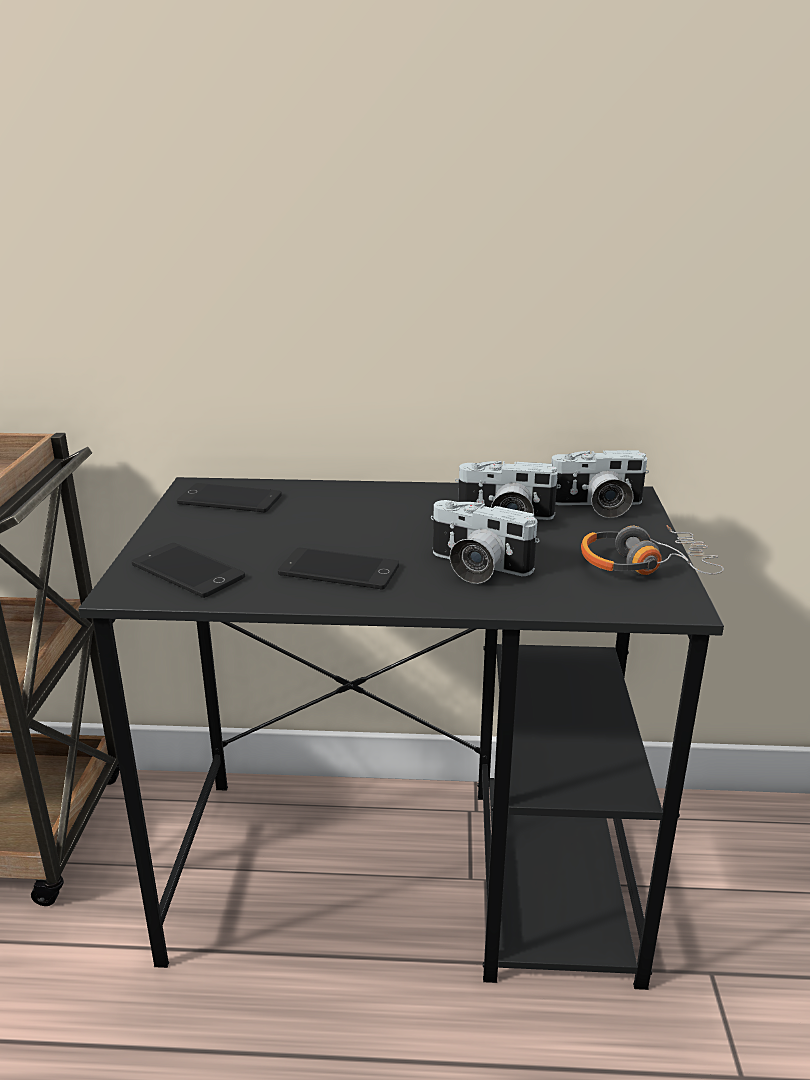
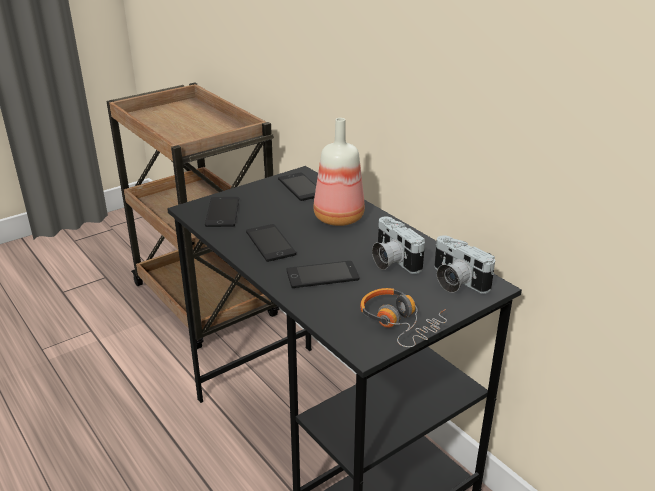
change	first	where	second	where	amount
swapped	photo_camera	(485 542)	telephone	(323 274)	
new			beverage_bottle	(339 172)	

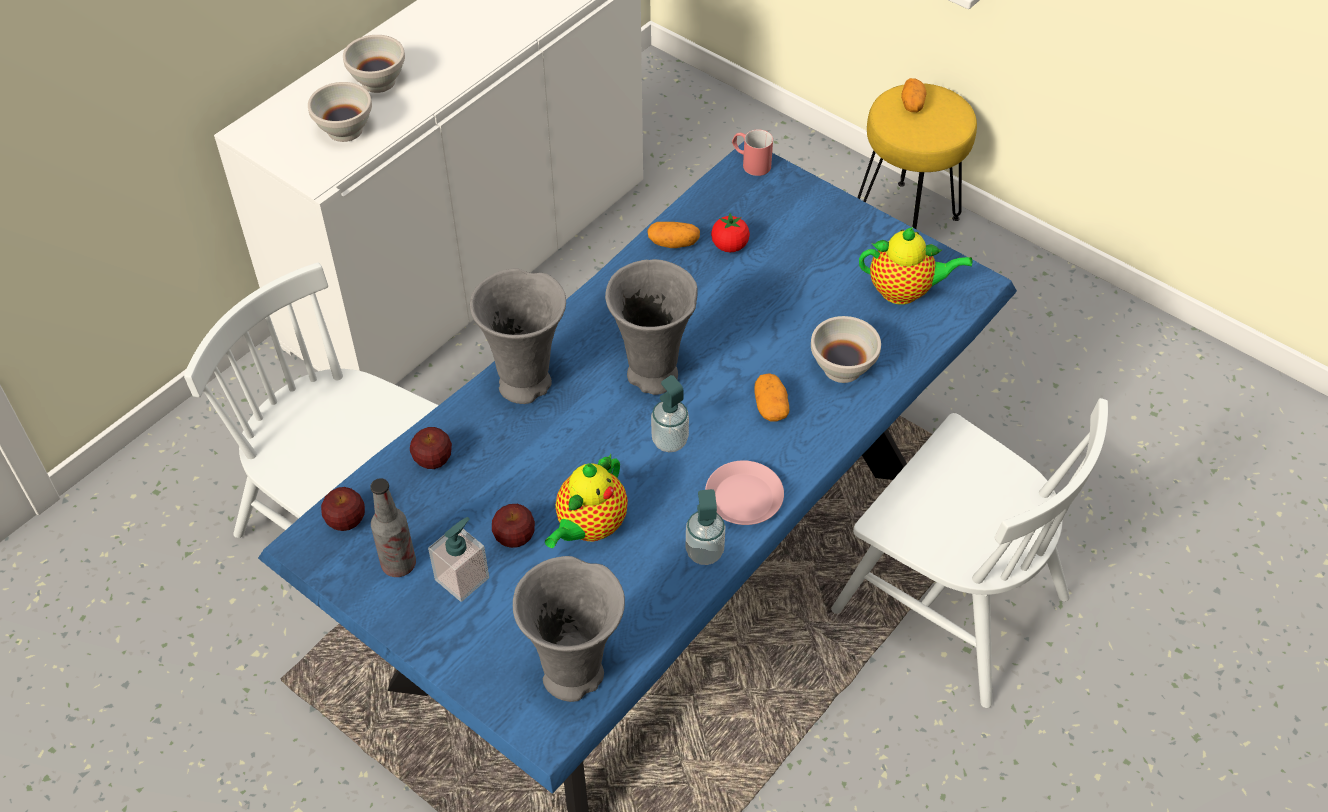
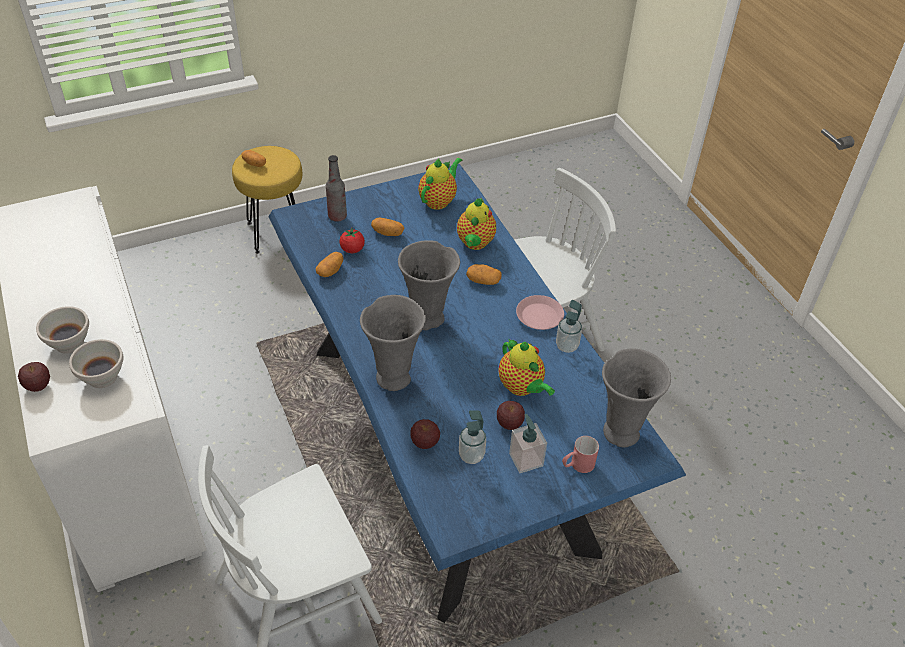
change	first	where	second	where	amount
shifted	apple_fruit	(343 509)		(34 377)	
shifted	beverage_bottle	(393 527)		(336 188)	
shifted	soap_bottle	(670 413)		(472 437)	
shifted	reddish_mug	(752 152)		(580 454)	
swapped	white_serving_bowl	(846 349)	tea_pot	(476 224)	
new			potato	(388 227)	

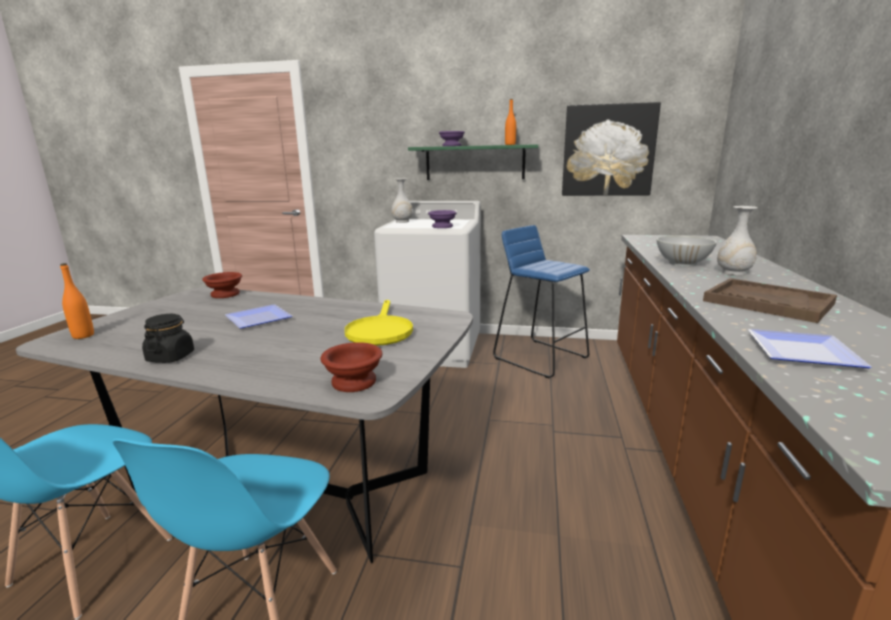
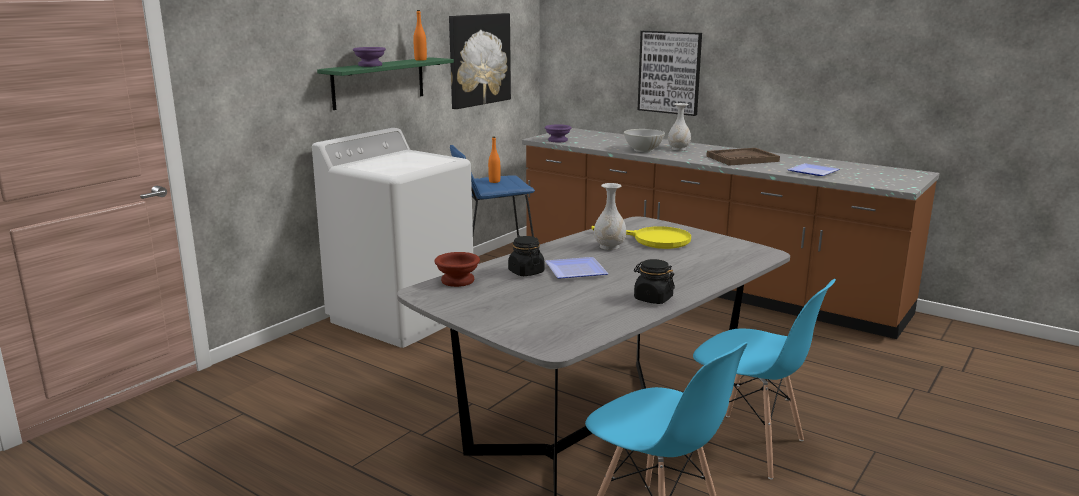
change	first	where	second	where	amount
shifted	orange_beverage_bottle	(77 301)		(494 160)	
gone	brownish_serving_bowl	(351 367)			
shifted	white_flower_vase	(402 200)		(610 216)	
shifted	purple_serving_bowl	(442 219)		(558 133)	
new			black_jar	(526 256)	
new			wall_picture	(670 73)	

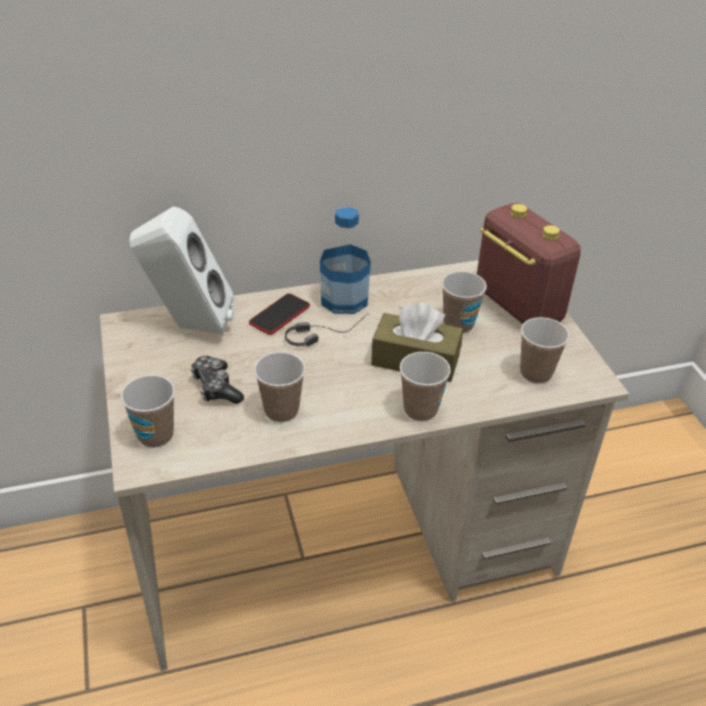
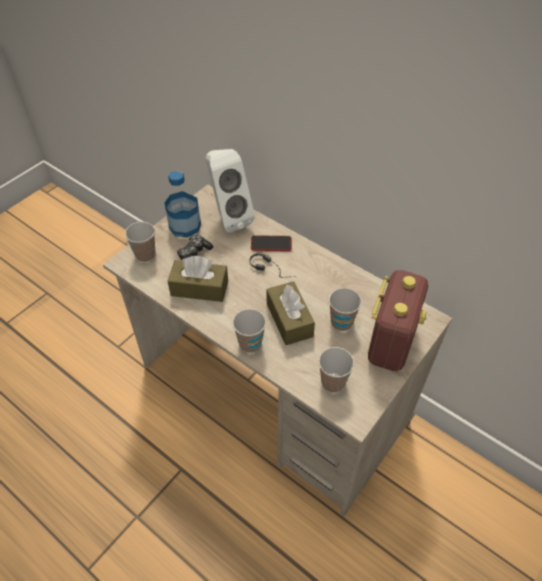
change	first	where	second	where	amount
swapped	small_cup	(279 387)	brownish_tissue_holder	(198 279)	
shifted	beverage_bottle	(345 260)		(183 204)	

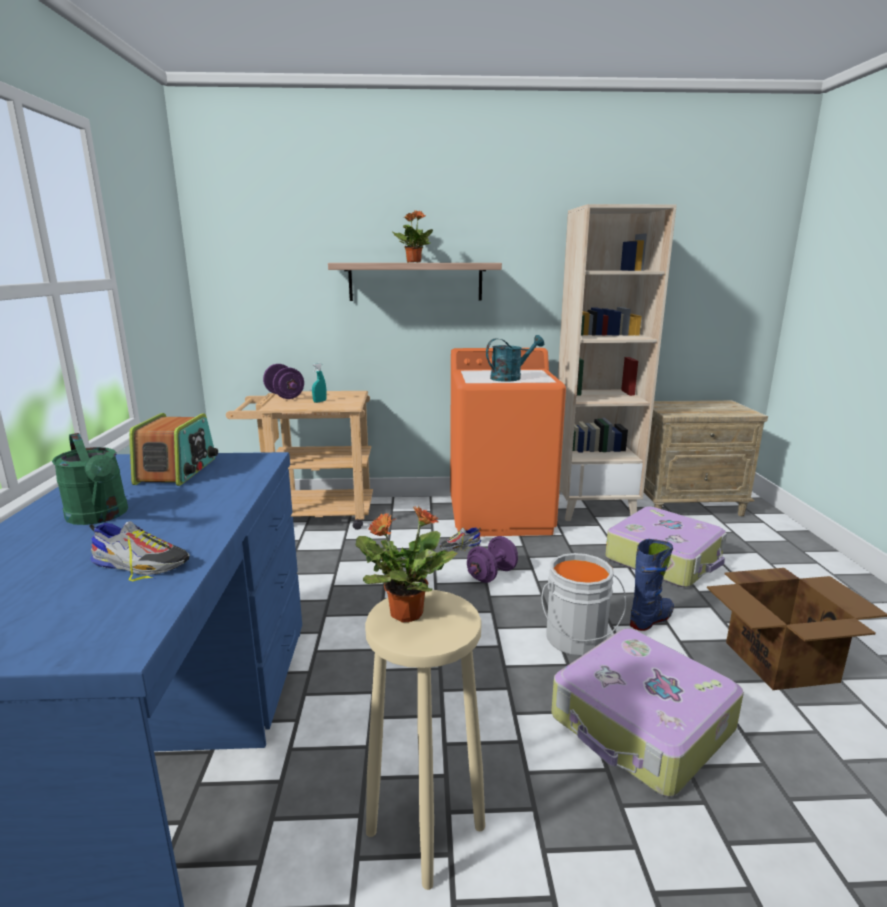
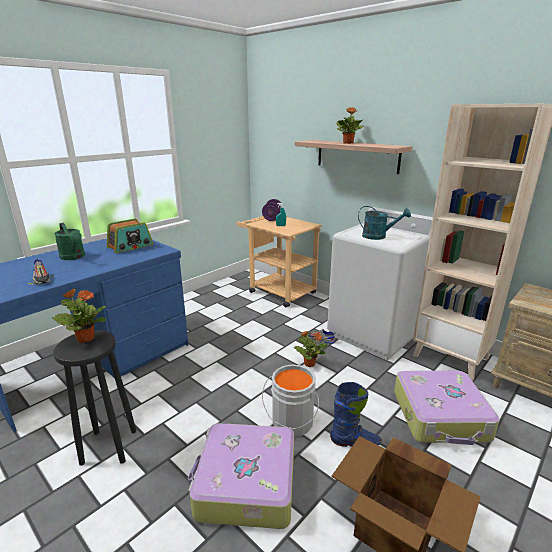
change	first	where	second	where	amount
rotated	green_sprinkling_can	(90 479)		(69 241)	45 degrees counterclockwise
repainted	sand-coloured_stool	(425 740)	black_stool	(94 398)	
repainted	orange_laundry_appliance	(508 442)	white_laundry_appliance	(380 283)	
swapped	purple_hand_weight	(492 559)	houseplant	(311 349)	

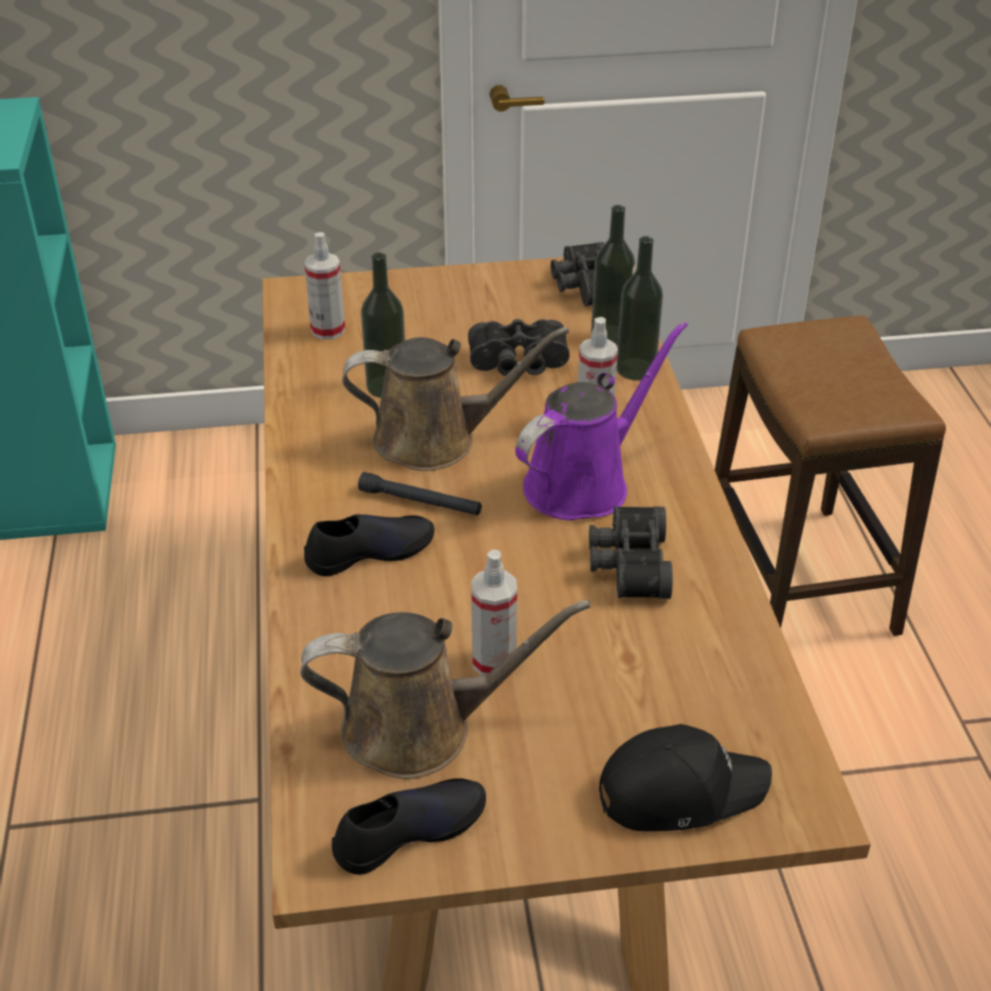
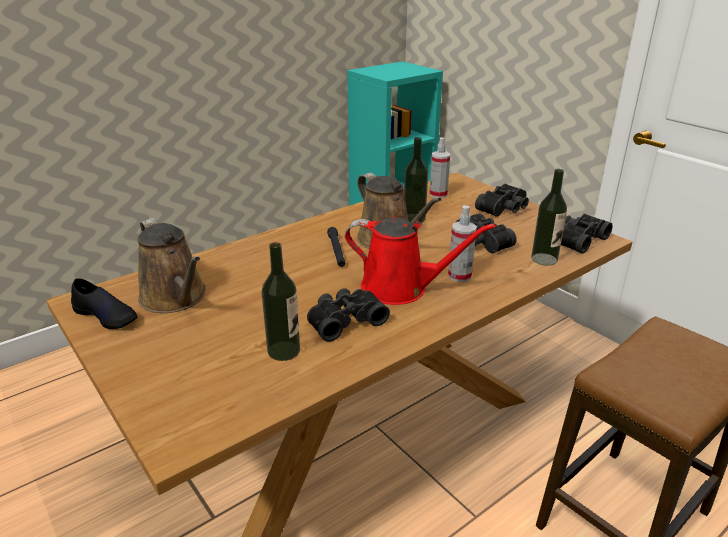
change	first	where	second	where	amount
gone	black_item_of_footwear	(369 545)			
gone	spray_bottle	(494 612)			
repainted	purple_sprinkling_can	(601 420)	reddish_sprinkling_can	(420 261)	
gone	black_peaked_cap	(685 777)			
shifted	beverage_bottle	(640 308)		(281 301)	
new			black_binoculars	(502 200)	

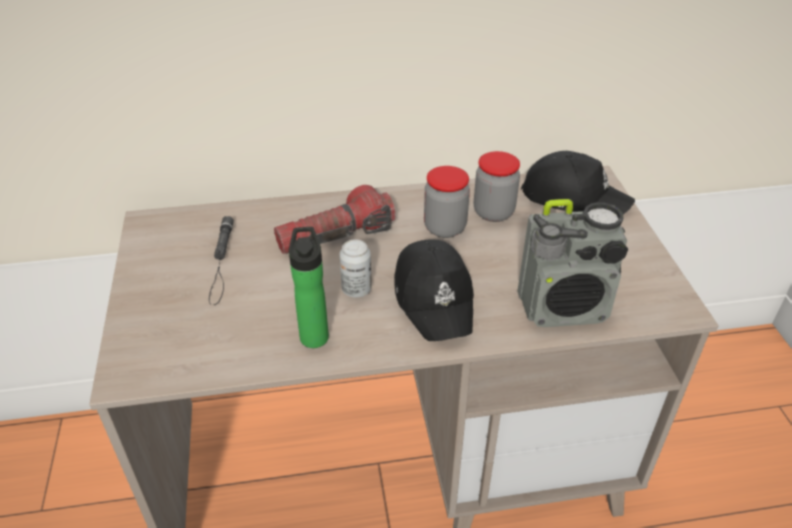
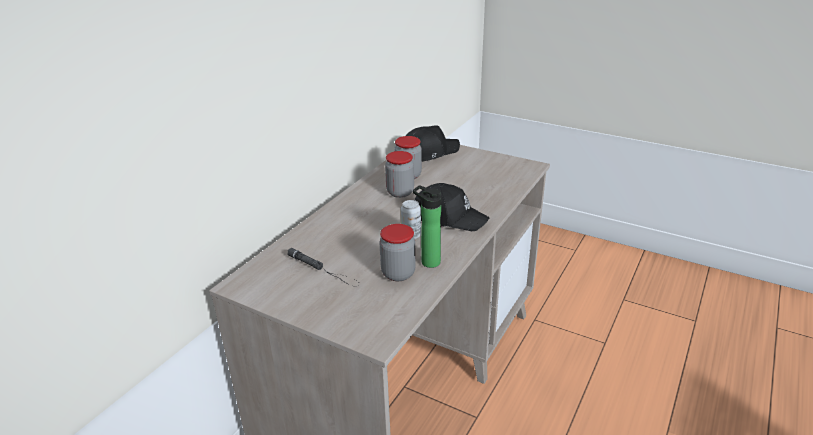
change	first	where	second	where	amount
gone	flashlight	(334 219)			
gone	radio_set	(572 263)			
new			jar	(397 252)	

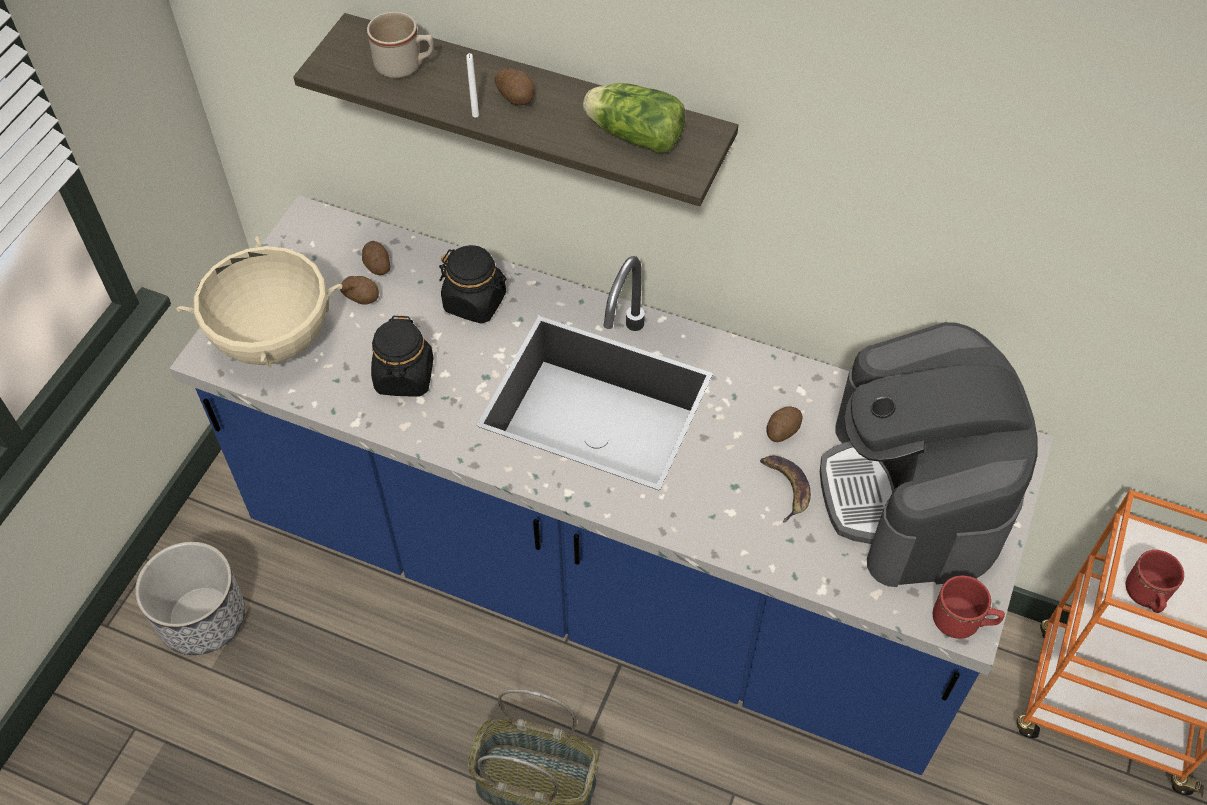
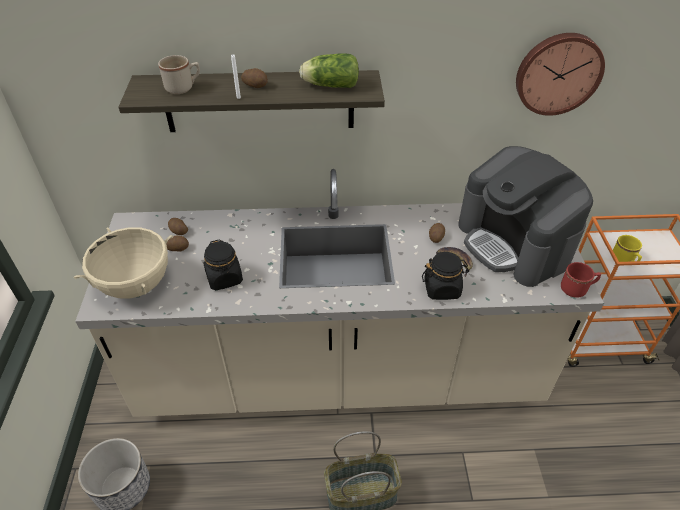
change	first	where	second	where	amount
repainted	blue_kitchen_base_unit	(611 485)	sand-coloured_kitchen_base_unit	(339 293)	
shifted	black_jar	(472 284)		(445 276)	
repainted	reddish_mug	(1155 581)	yellow-coloured_mug	(627 248)	
new			wall_clock	(560 74)	

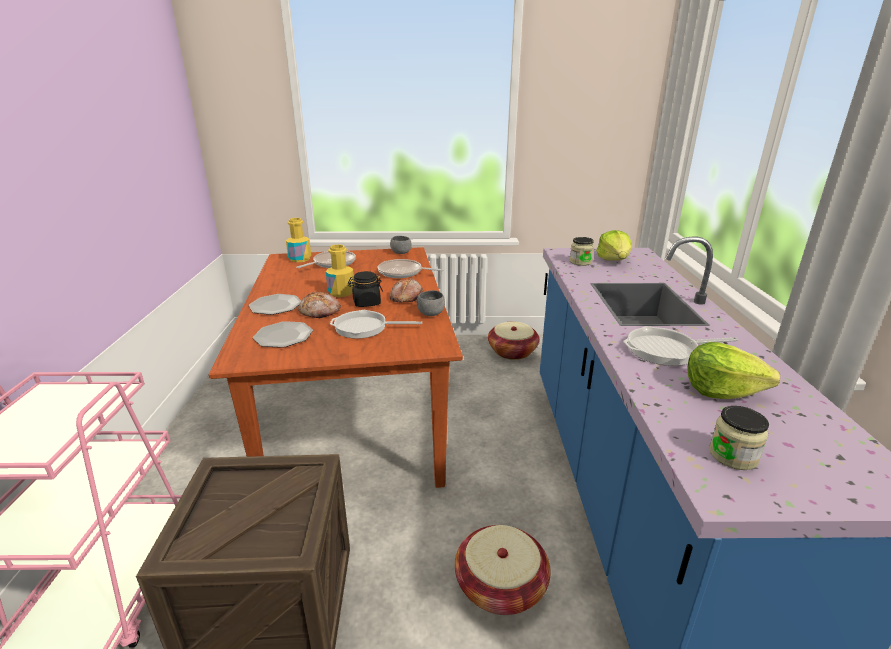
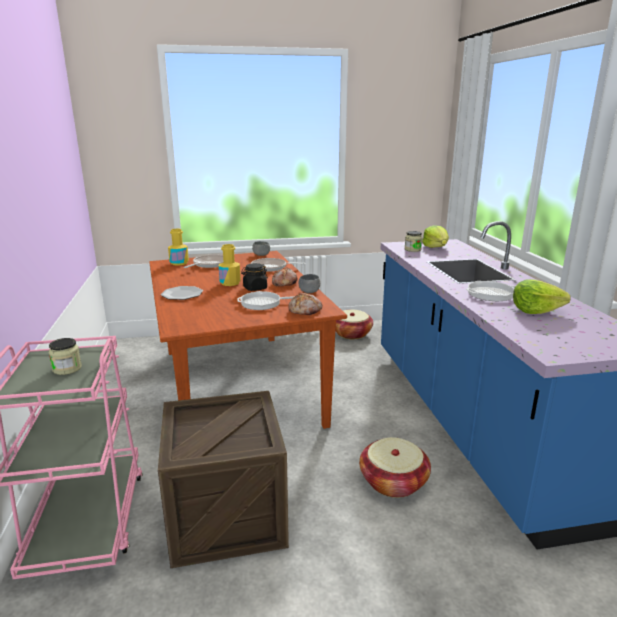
change	first	where	second	where	amount
gone	dinner_plate	(283 334)			
shifted	bakery_bread	(319 305)		(305 304)	
shifted	jar	(739 438)		(65 356)	

